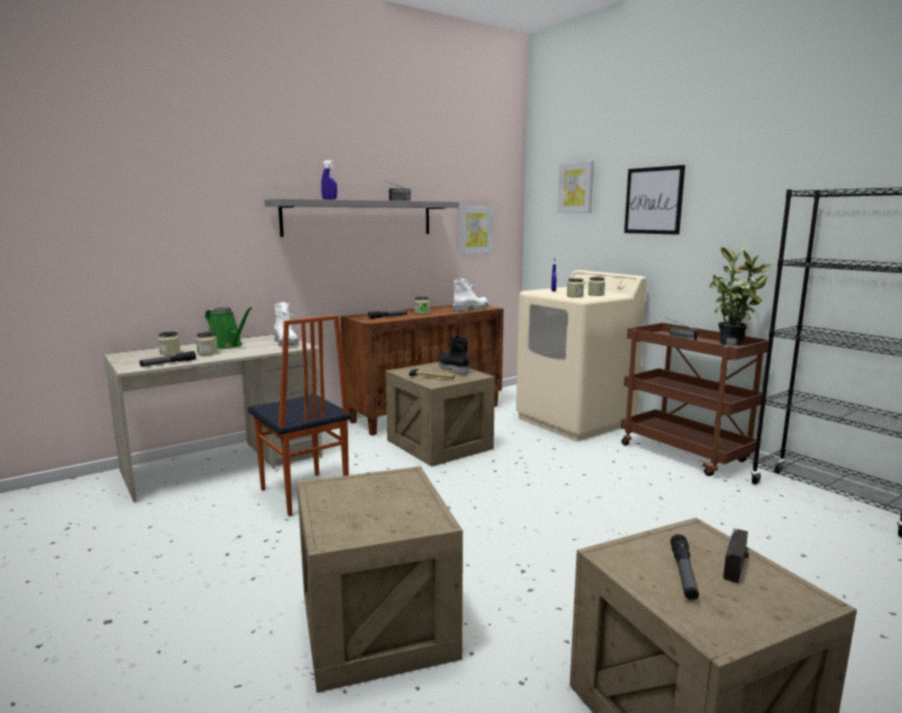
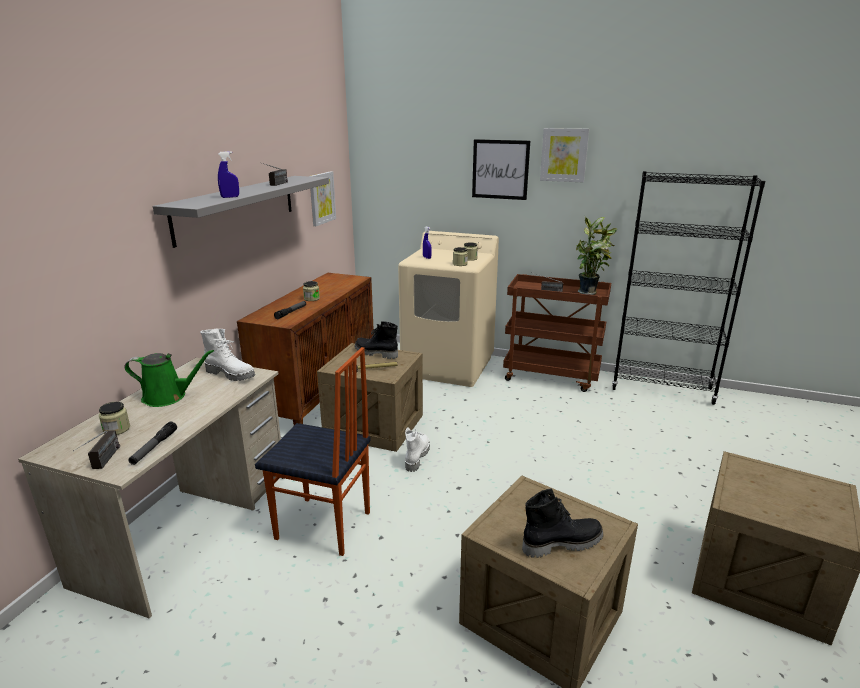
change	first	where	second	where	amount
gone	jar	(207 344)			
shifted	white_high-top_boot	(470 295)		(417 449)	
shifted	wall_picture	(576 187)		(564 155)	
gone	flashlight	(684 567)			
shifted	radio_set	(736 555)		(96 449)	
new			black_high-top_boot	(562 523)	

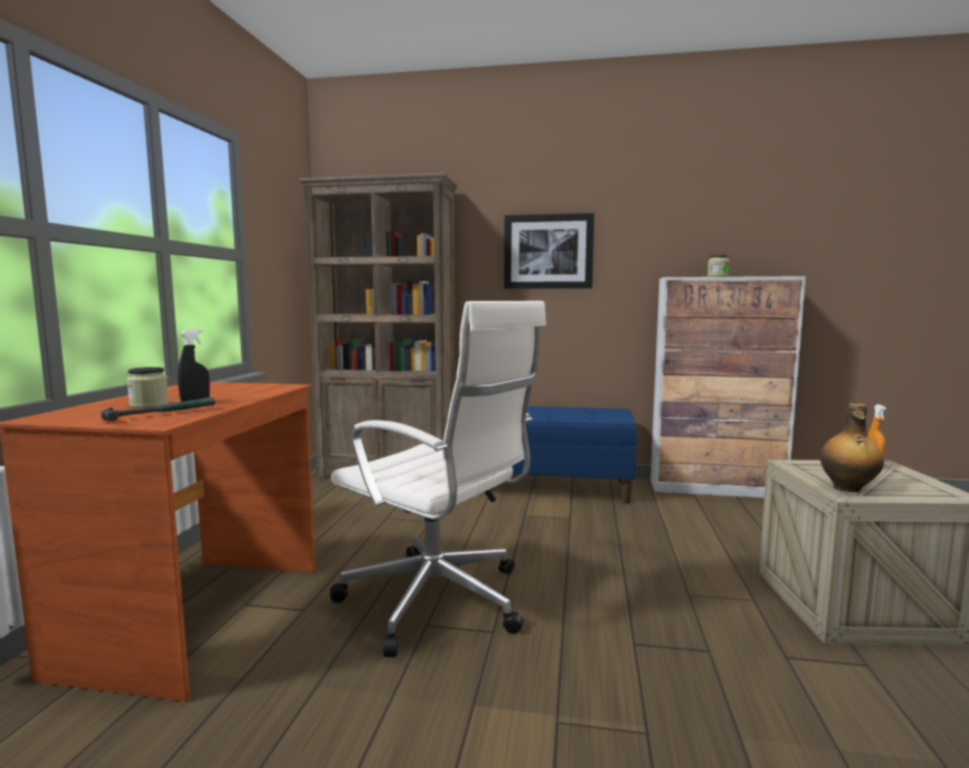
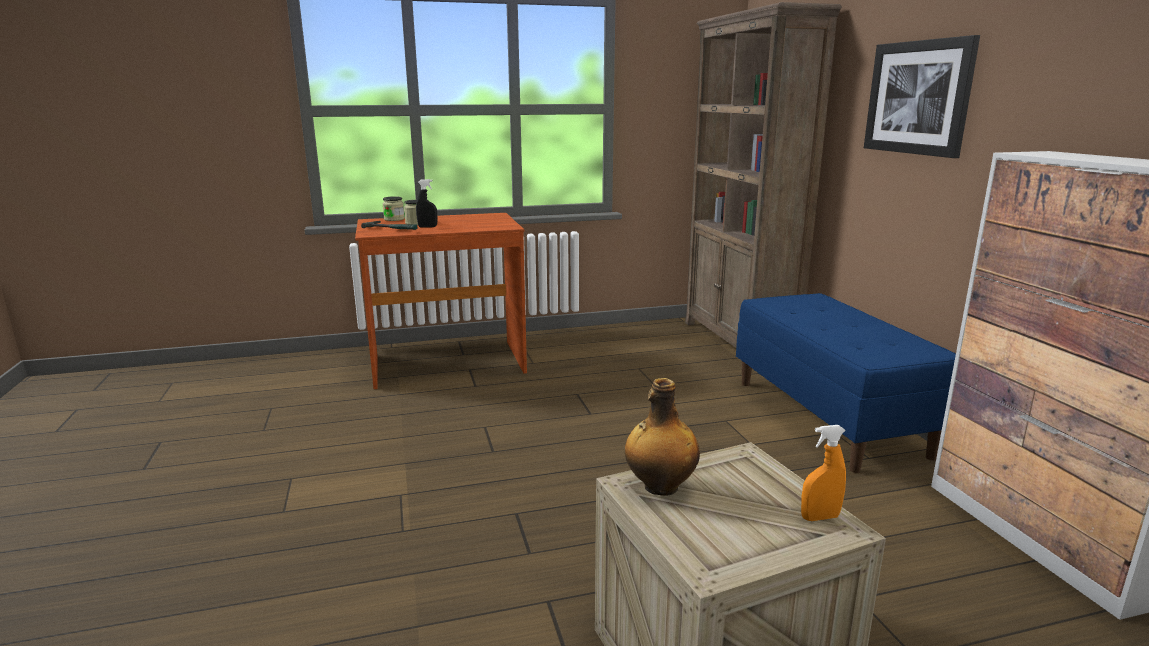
change	first	where	second	where	amount
gone	white_computer_chair	(438 479)			
shifted	jar	(718 266)		(394 208)	

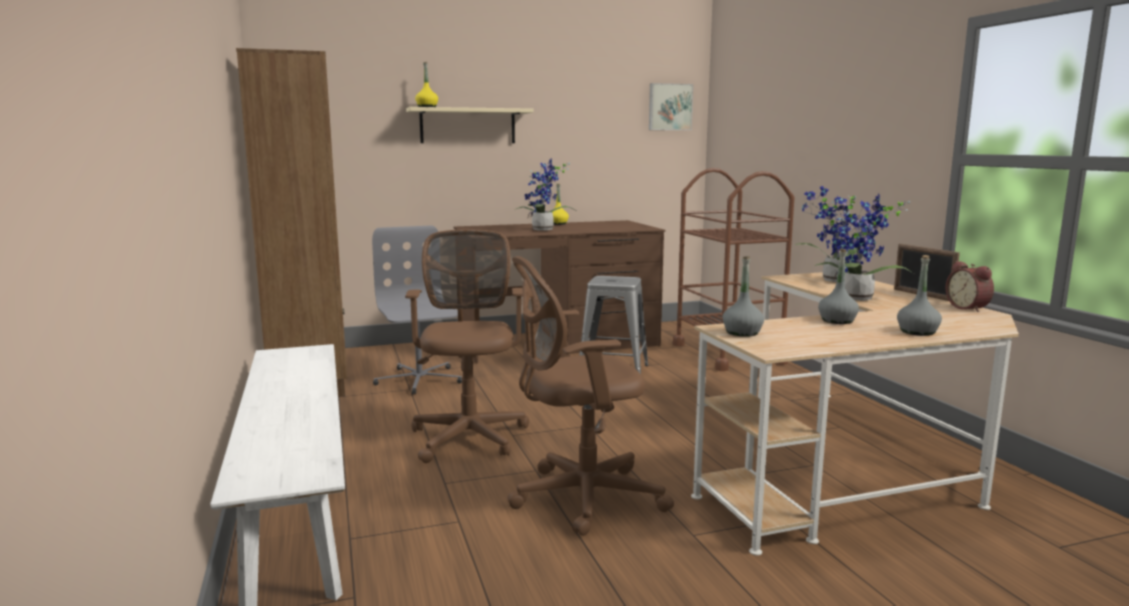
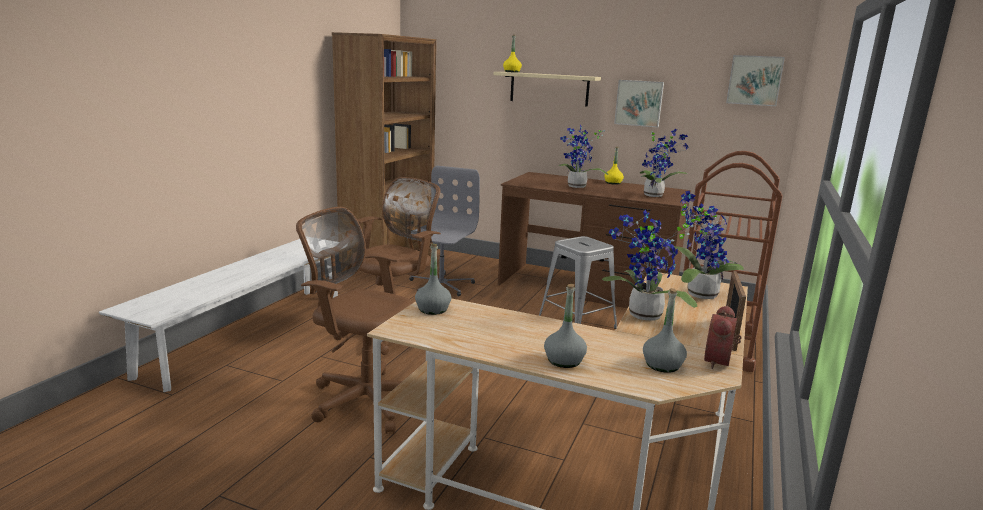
change	first	where	second	where	amount
shifted	grey_beverage_bottle	(838 286)		(665 330)	
new			wall_picture	(639 103)	
new			houseplant	(664 163)	

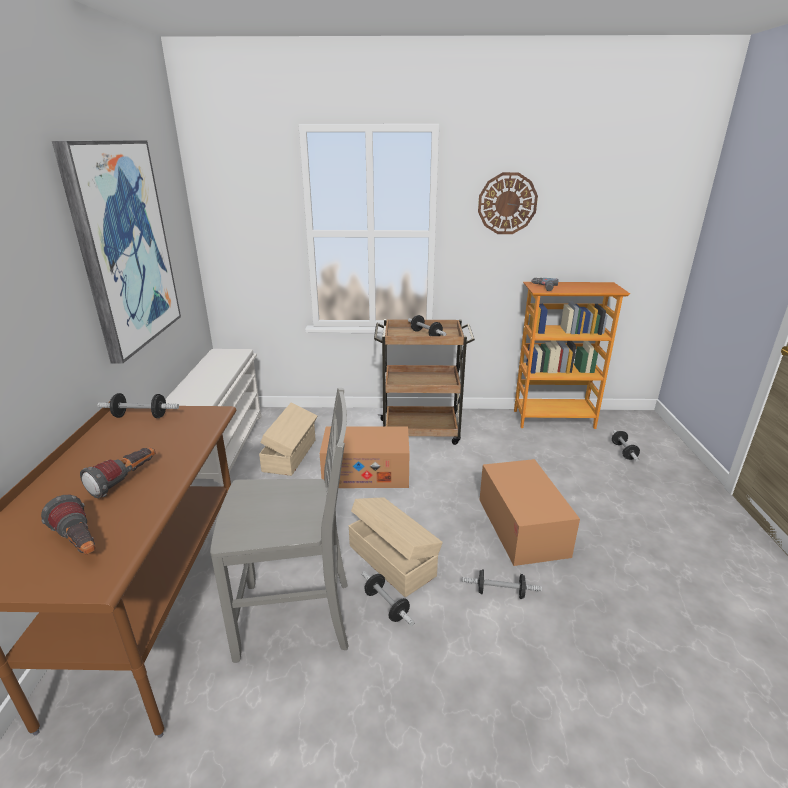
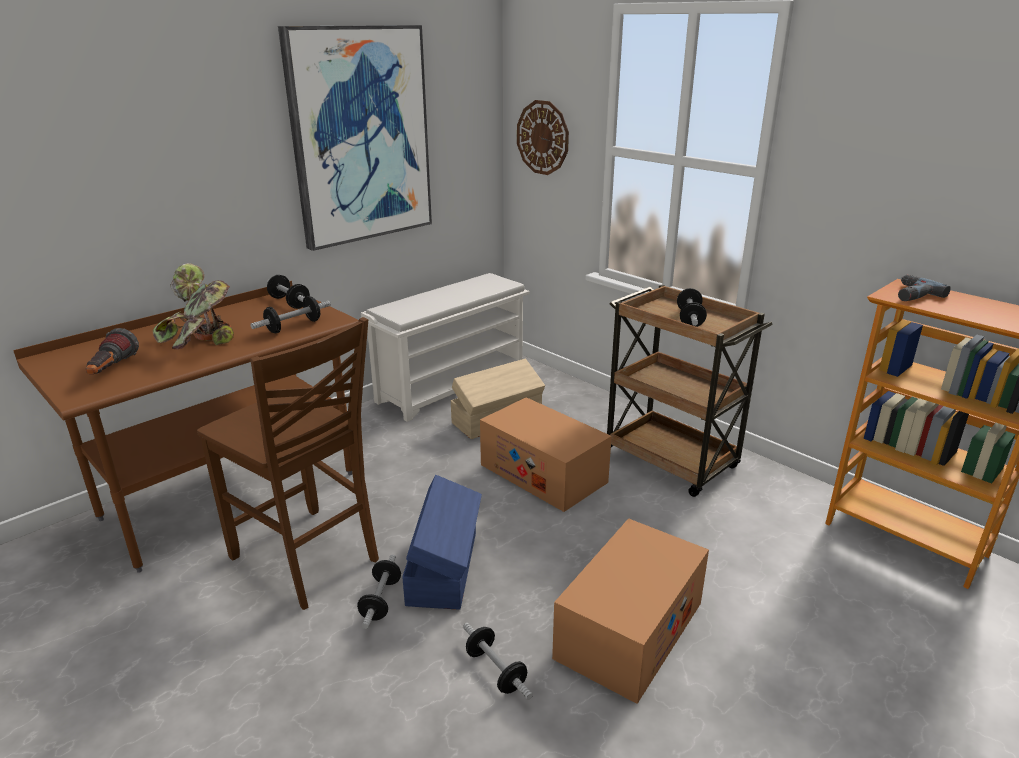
change	first	where	second	where	amount
swapped	flashlight	(117 473)	houseplant	(193 306)	
repainted	grey_chair	(279 525)	brownish_chair	(288 463)	
repainted	sand-coloured_storage_box	(396 547)	blue_storage_box	(442 542)	
shifted	wall_clock	(508 203)		(543 137)	
shifted	hand_weight	(626 446)		(290 314)	

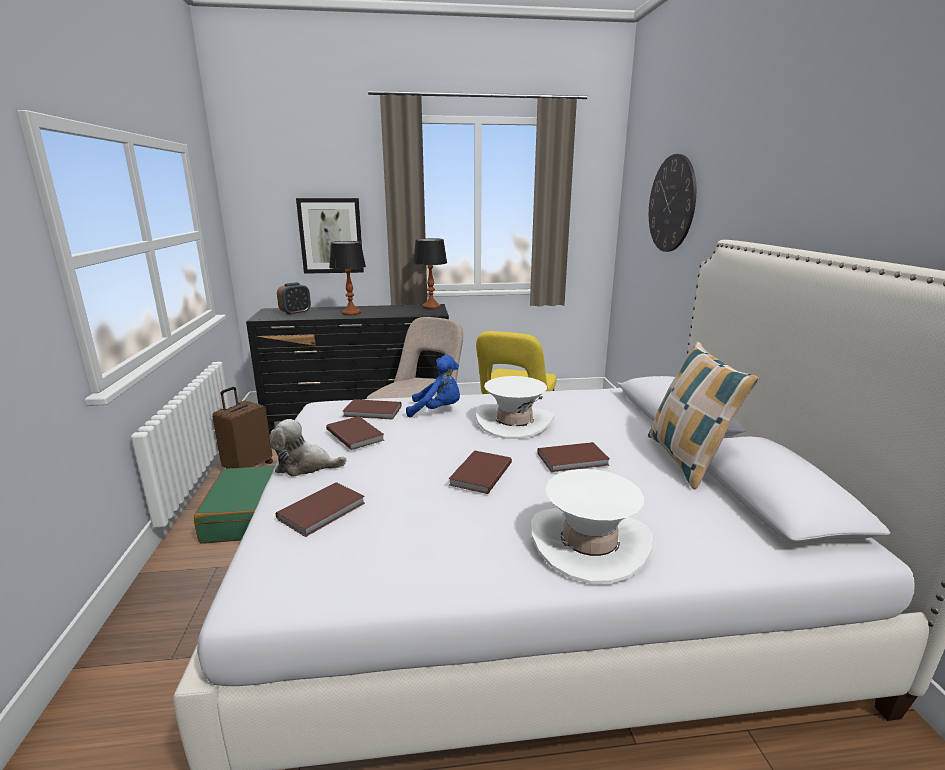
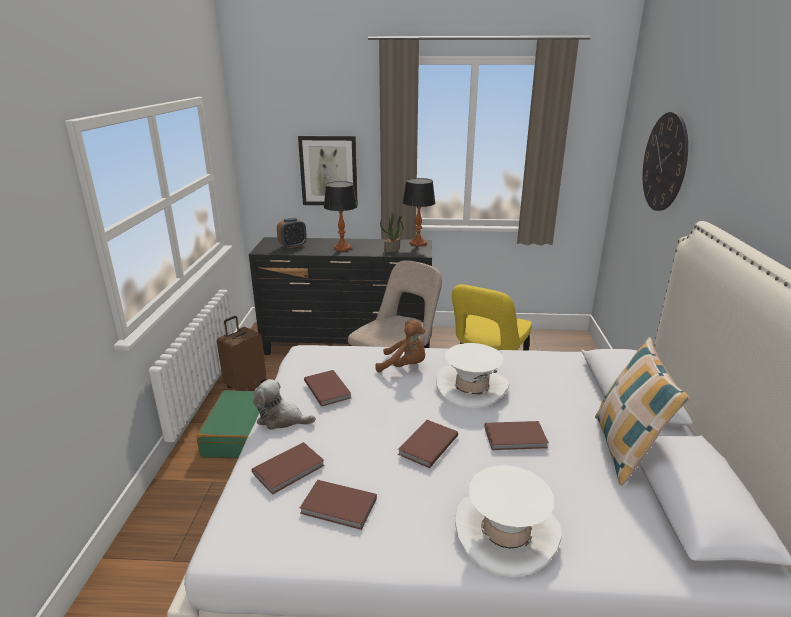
change	first	where	second	where	amount
shifted	brownish_book	(372 409)		(338 505)	
repainted	blue_plush_toy	(433 386)	brownish_plush_toy	(400 346)	
new			houseplant	(392 232)	

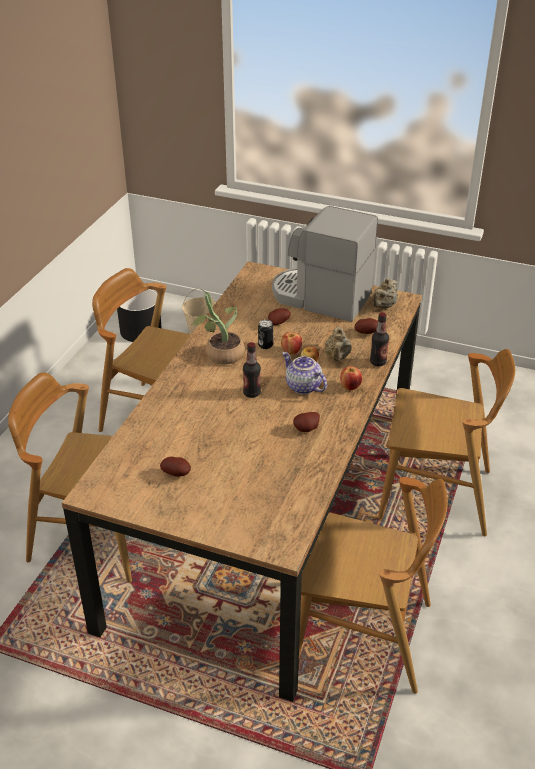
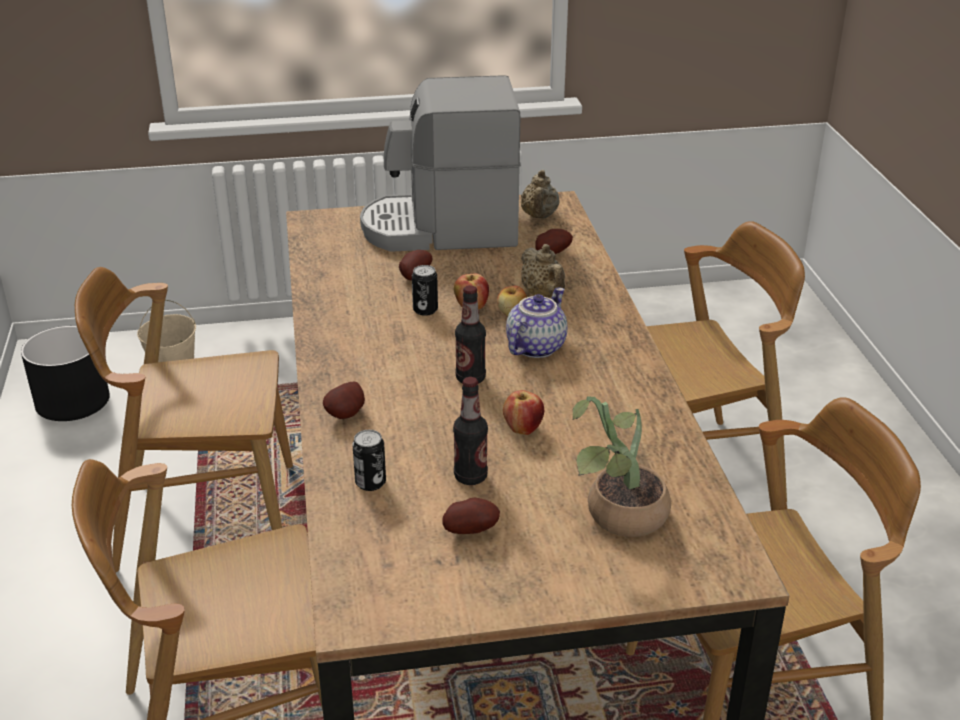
change	first	where	second	where	amount
shifted	houseplant	(218 328)		(622 467)	
rotated	tea_pot	(304 373)		(536 323)	105 degrees clockwise
shifted	potato	(306 422)		(344 400)	
shifted	apple_fruit	(351 378)		(523 412)	
shifted	beverage_bottle	(379 339)		(470 431)	
new			sealed_can	(369 460)	

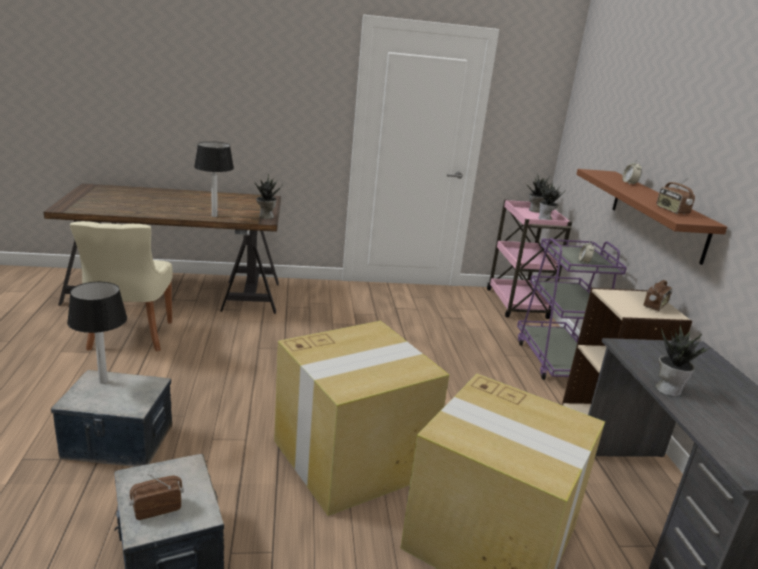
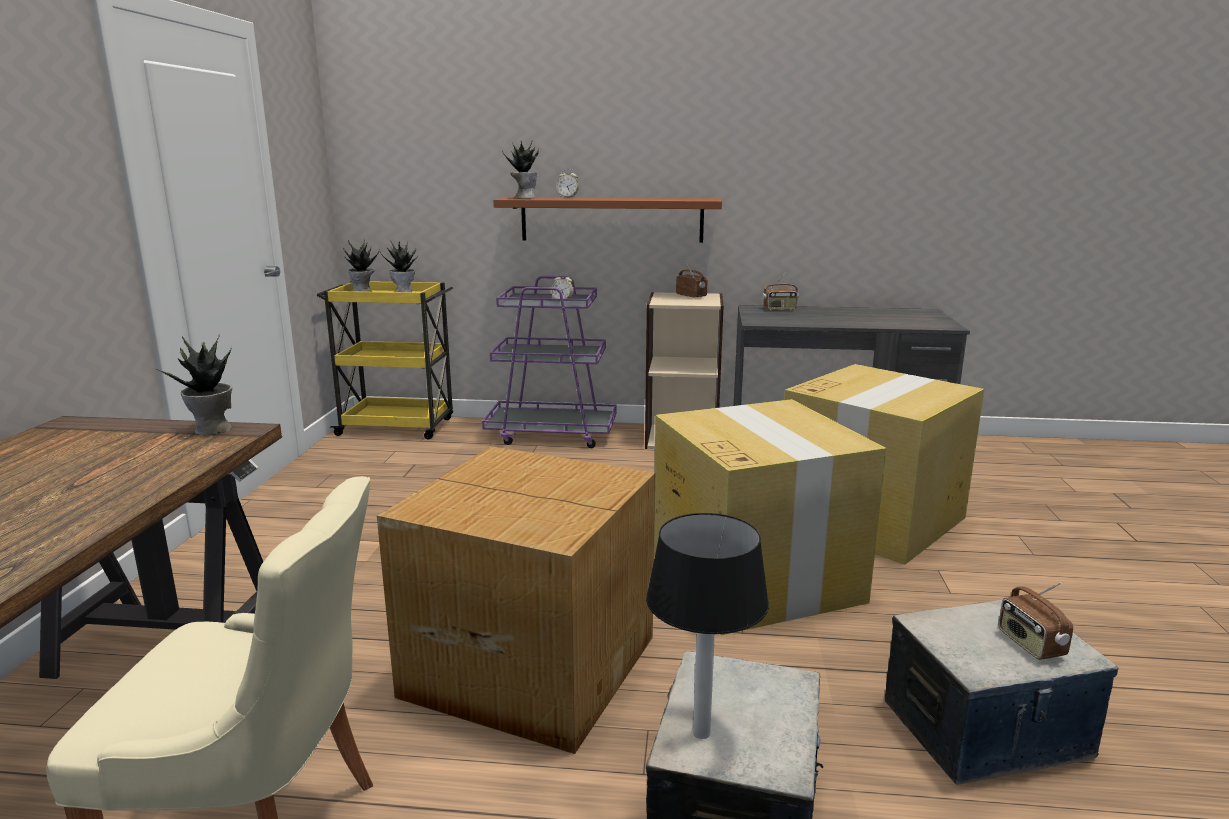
change	first	where	second	where	amount
gone	tabletop_lamp	(214 179)			
repainted	pink_trolley	(529 259)	yellow-coloured_trolley	(385 360)	
shifted	houseplant	(683 361)		(520 169)	
shifted	radio_set	(676 194)		(780 292)	
new			cardboard_box	(516 600)	

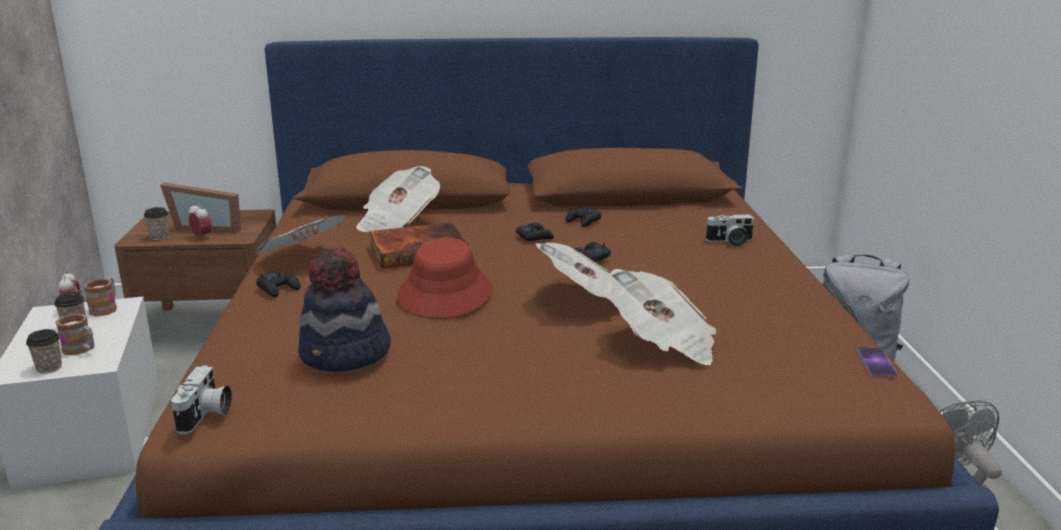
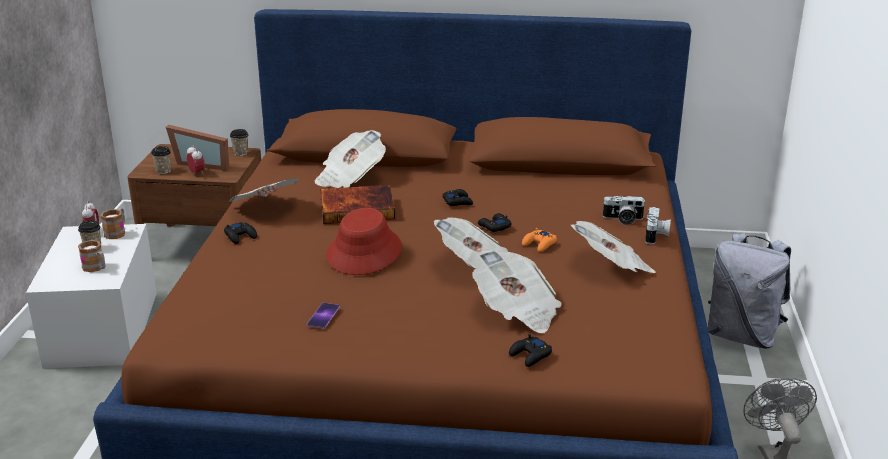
change	first	where	second	where	amount
shifted	small_cup	(44 351)		(239 142)	
shifted	photo_camera	(201 399)		(658 225)	
gone	hat	(344 309)			
shifted	black_game_controller	(583 216)		(530 350)	
shifted	telephone	(876 362)		(323 316)	
new			orange_game_controller	(539 240)	
new			newspaper	(613 247)	

